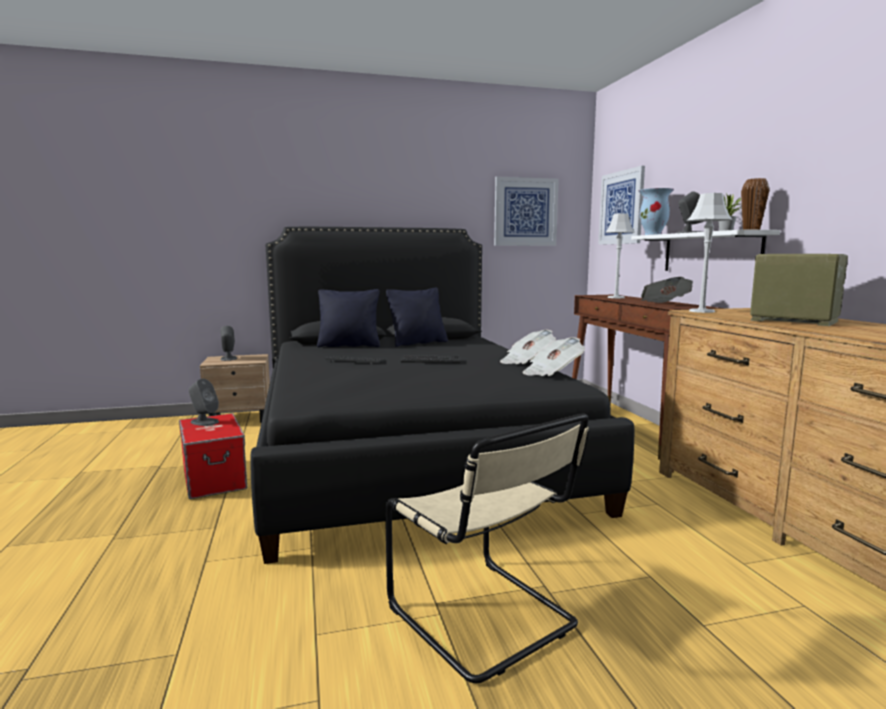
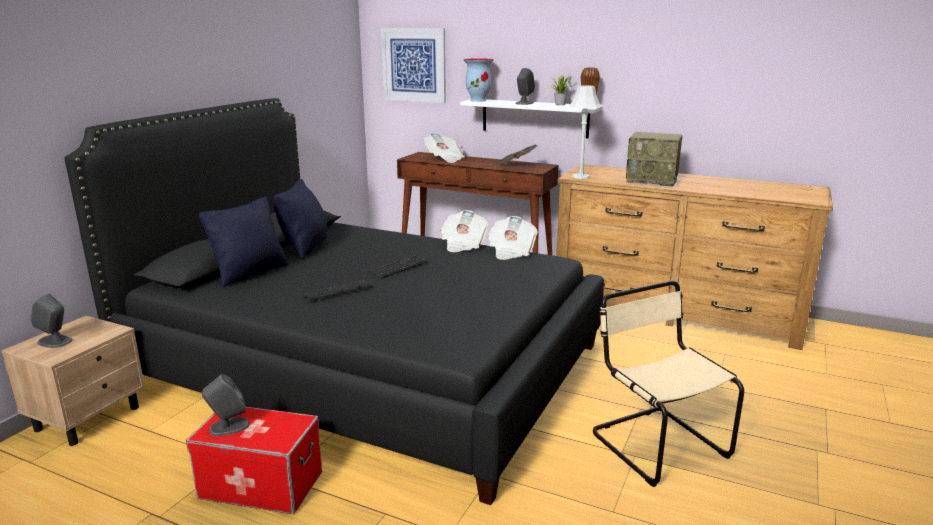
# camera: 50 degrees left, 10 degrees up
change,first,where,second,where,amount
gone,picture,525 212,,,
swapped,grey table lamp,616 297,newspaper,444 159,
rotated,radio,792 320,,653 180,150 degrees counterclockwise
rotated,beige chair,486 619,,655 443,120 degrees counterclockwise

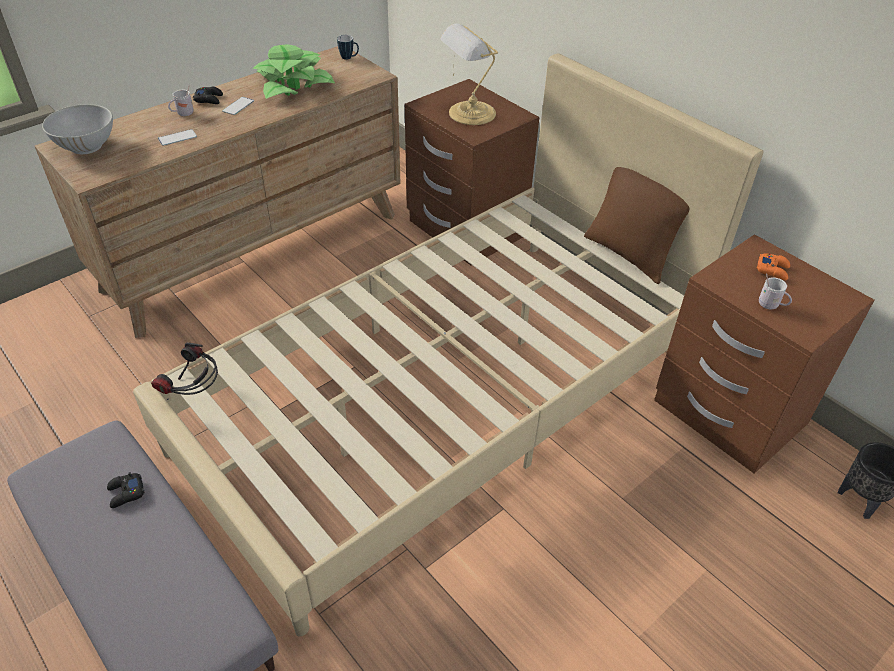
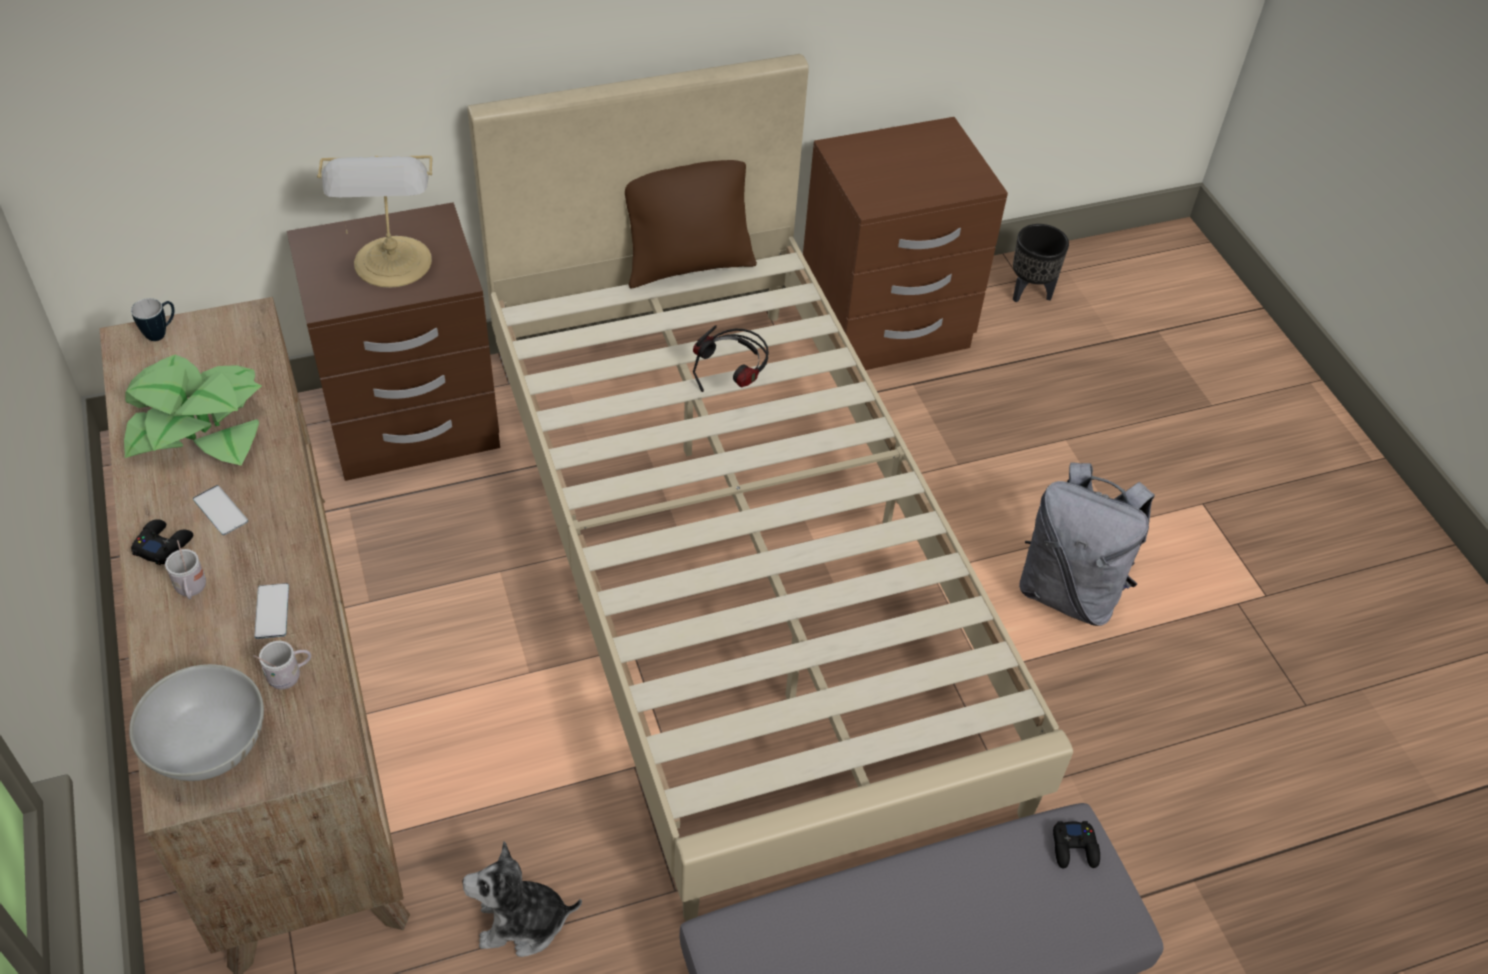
# camera: 70 degrees left, 5 degrees up
change,first,where,second,where,amount
gone,orange game controller,773 270,,,
shifted,white mug,771 306,,289 676,
shifted,headphones,194 394,,733 382,
shifted,black game controller,126 493,,1074 848,
new,,,grey backpack,1070 591,
new,,,plush toy,522 923,

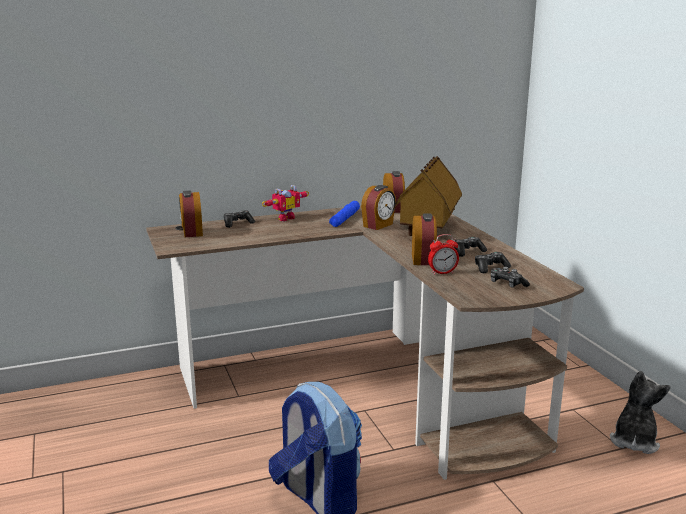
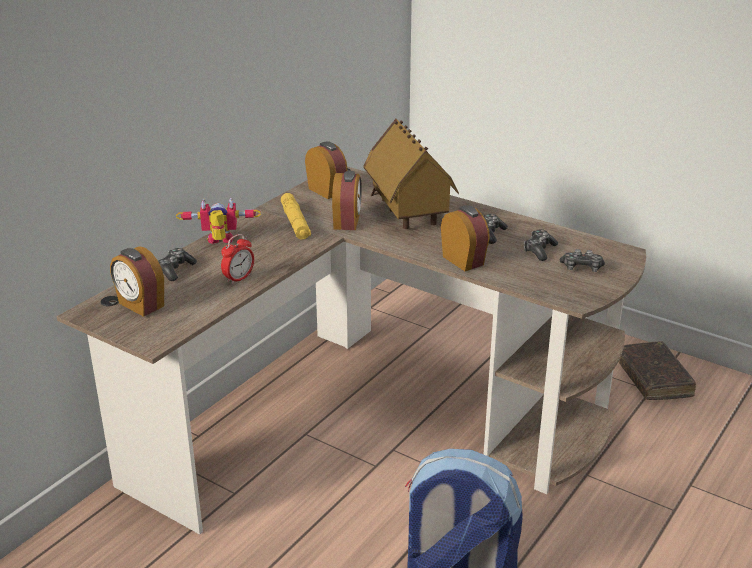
# camera: 35 degrees left, 10 degrees up
change,first,where,second,where,amount
rotated,toy robot,284 218,,220 242,105 degrees counterclockwise
repainted,blue flashlight,345 219,yellow flashlight,295 223,
shifted,alarm clock,442 273,,239 279,
swapped,plush toy,634 441,brown book,652 378,

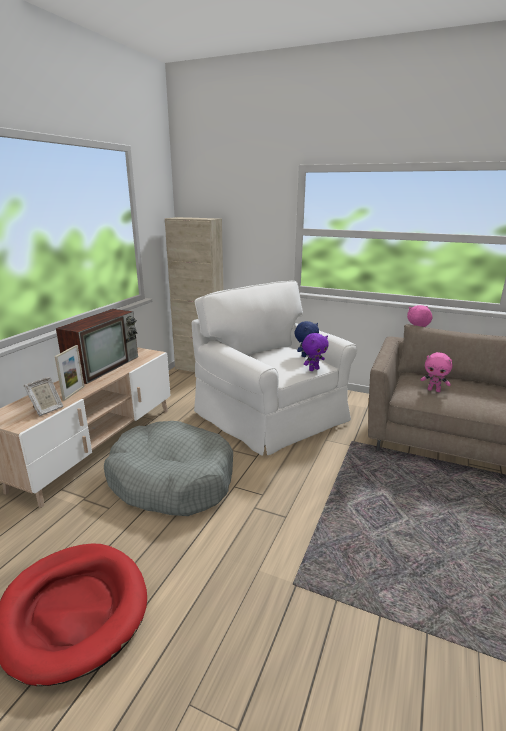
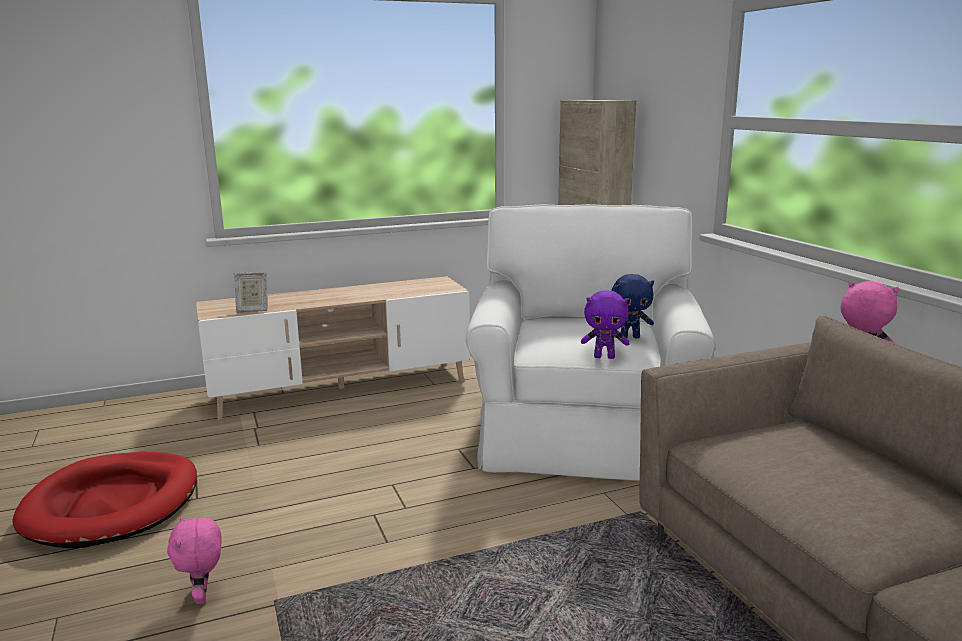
# camera: 45 degrees right, 5 degrees down
change,first,where,second,where,amount
gone,television,104 366,,,
gone,picture frame,74 393,,,
shifted,pink plush toy,434 390,,203 597,
gone,grey dog bed,171 480,,,

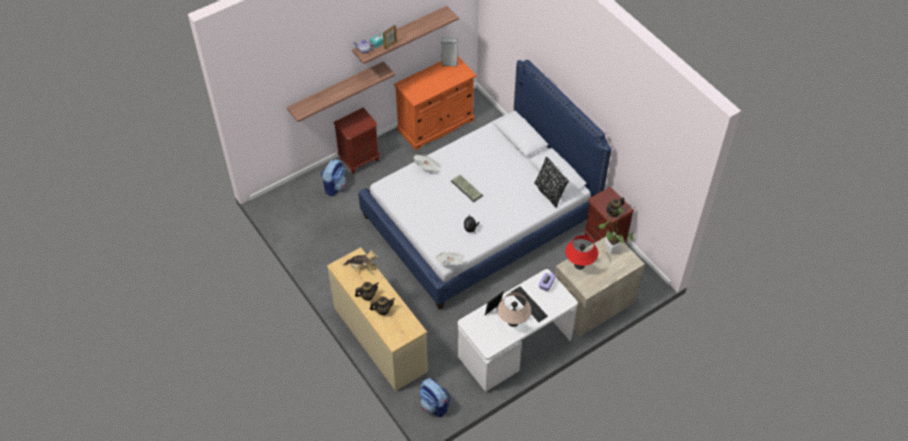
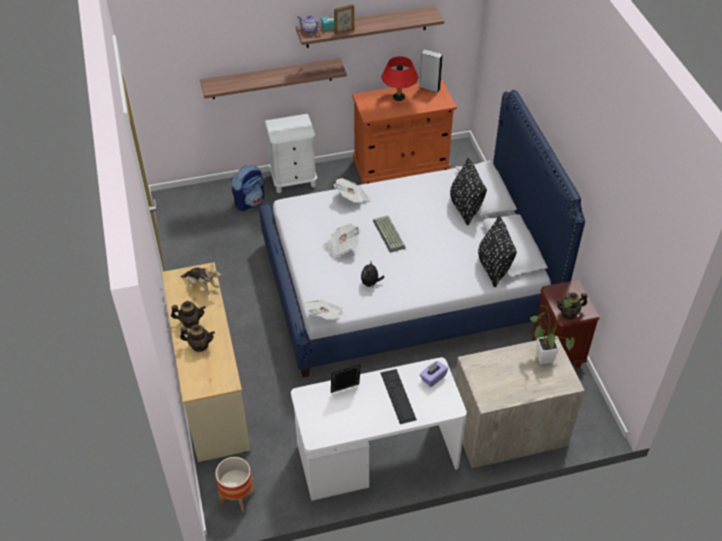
# camera: 20 degrees right, 5 degrees down
change,first,where,second,where,amount
repainted,brown nightstand,360 159,white nightstand,293 180,
shifted,red table lamp,579 265,,398 97,
gone,beige table lamp,513 322,,,
swapped,backpack,434 405,planter,237 497,
new,,,black pillow,465 208,
new,,,newspaper,341 247,

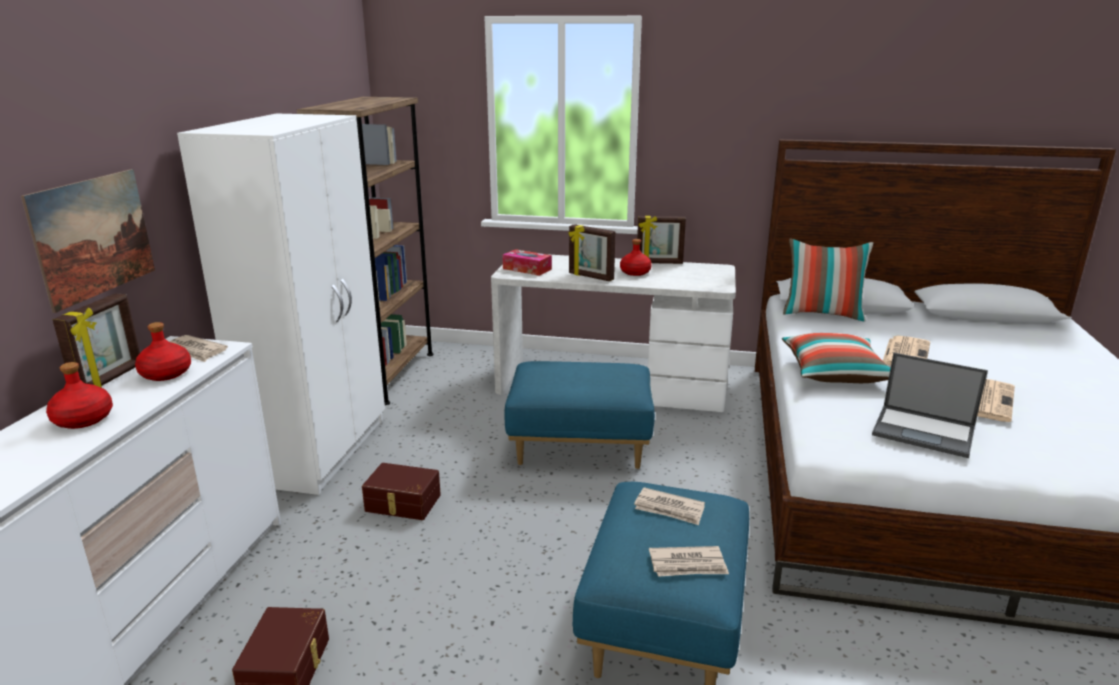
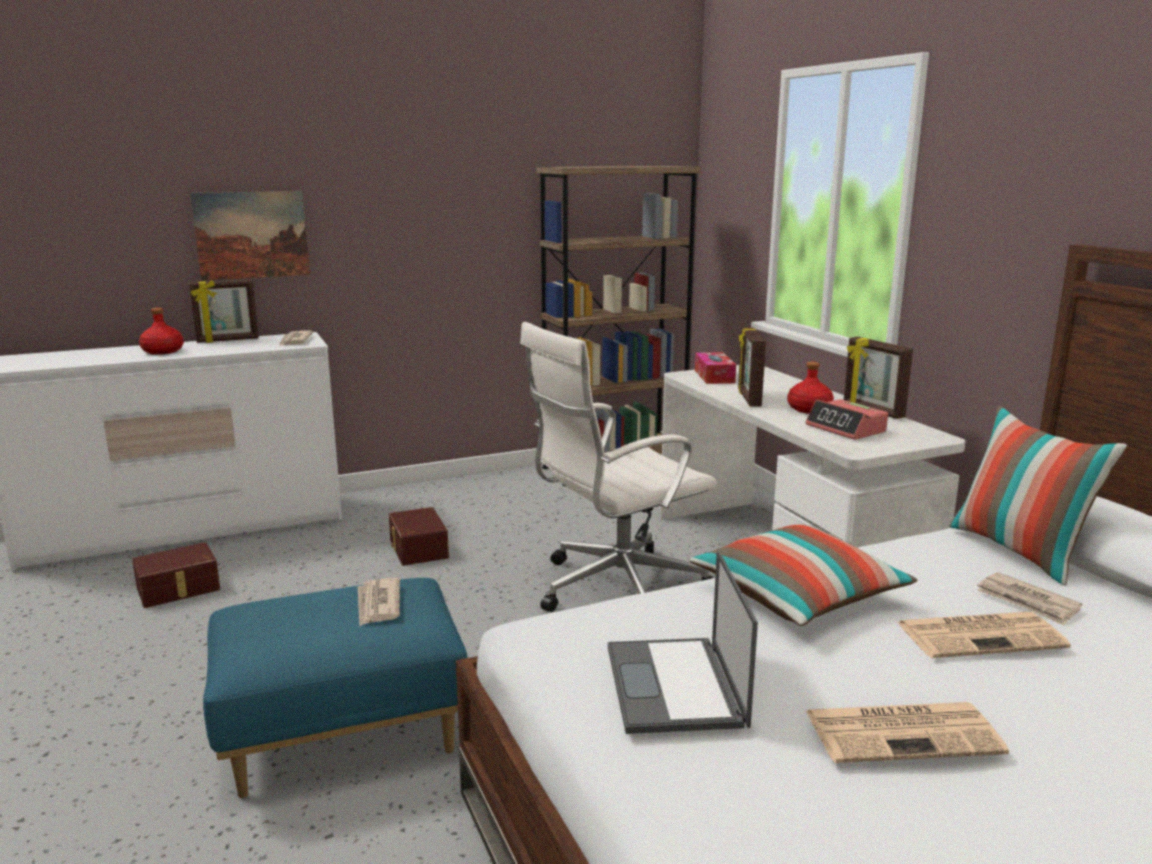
# camera: 55 degrees right, 5 degrees down
change,first,where,second,where,amount
gone,white wardrobe,321 450,,,
gone,red bottle,166 374,,,
swapped,blue ottoman,579 448,white office chair,616 589,
shifted,newspaper,688 565,,1027 602,
new,,,alarm clock,846 429,

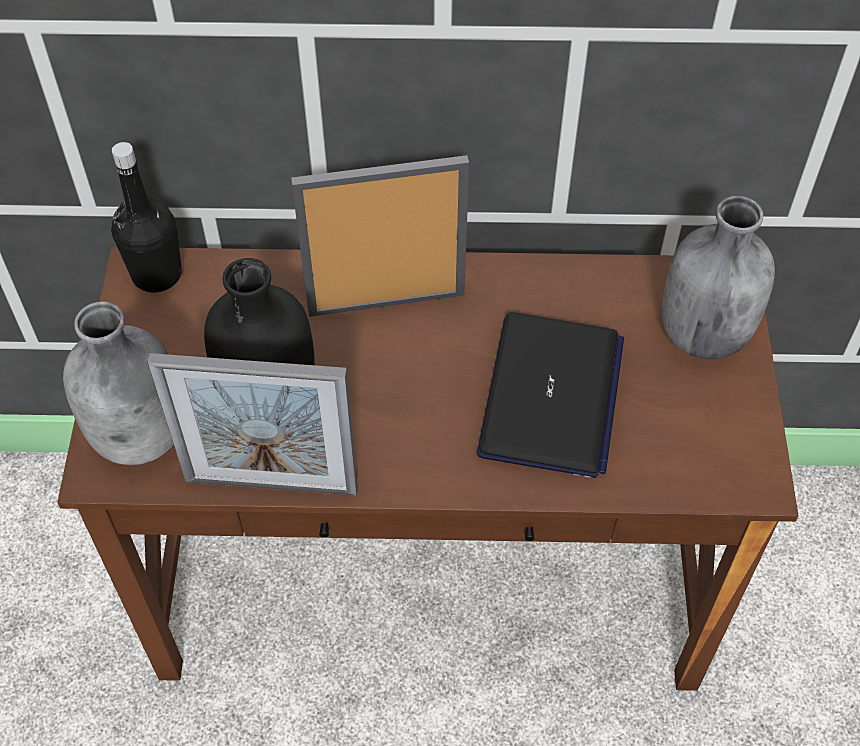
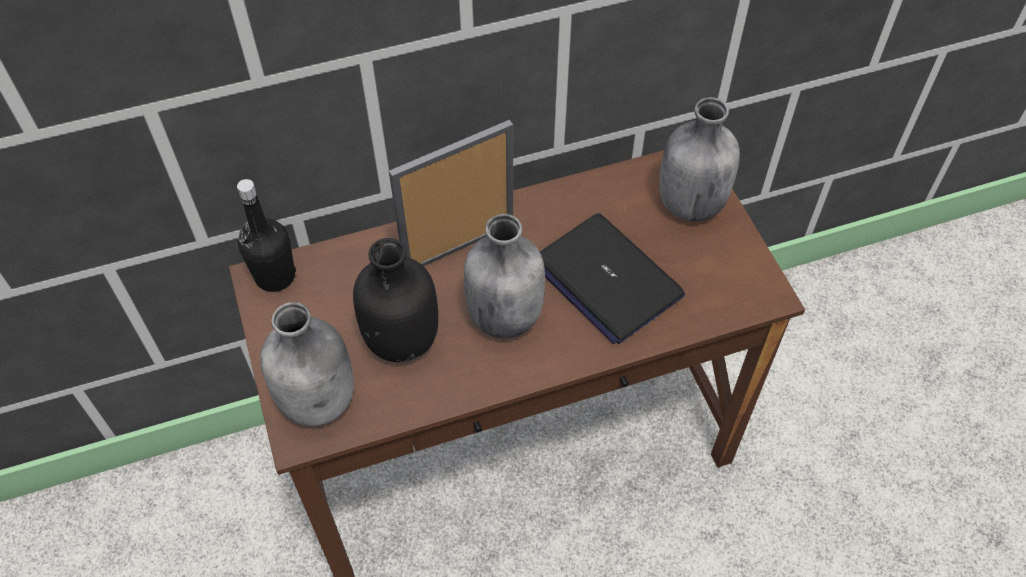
# camera: 20 degrees left, 0 degrees up
change,first,where,second,where,amount
rotated,laptop,551 397,,606 279,150 degrees clockwise
gone,picture frame,271 485,,,
new,,,grey bottle,504 315,

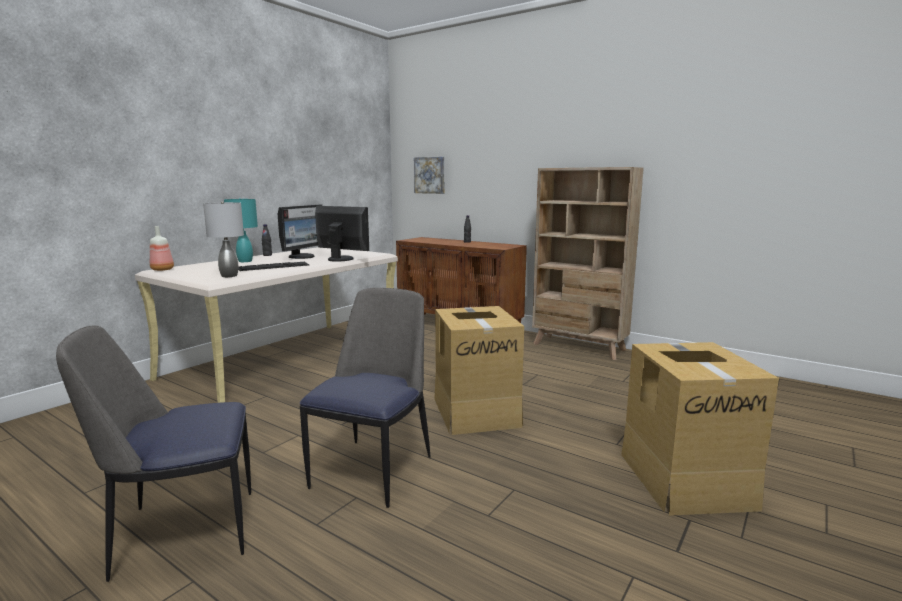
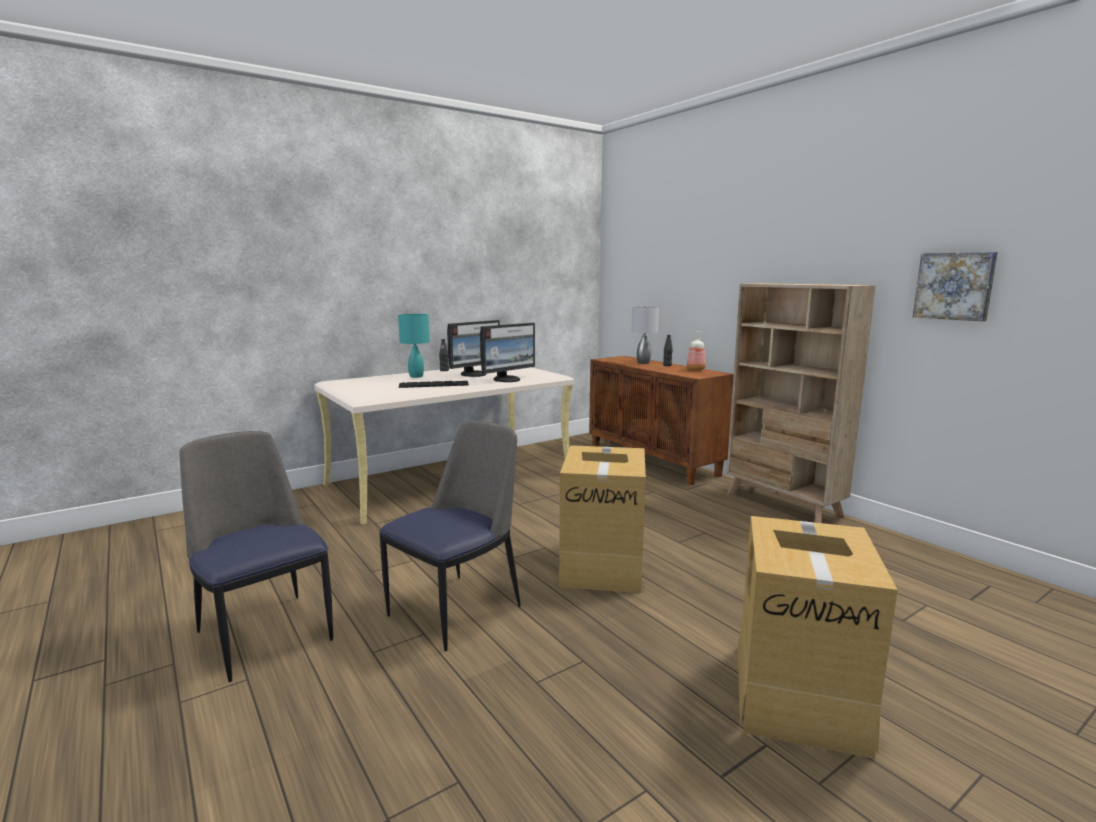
# camera: 20 degrees right, 0 degrees up
change,first,where,second,where,amount
shifted,picture,430 175,,954 286,
shifted,grey table lamp,229 276,,643 363,
rotated,monitor,341 259,,507 380,90 degrees clockwise
shifted,bottle,162 269,,695 369,
rotated,chair,182 532,,264 633,45 degrees clockwise

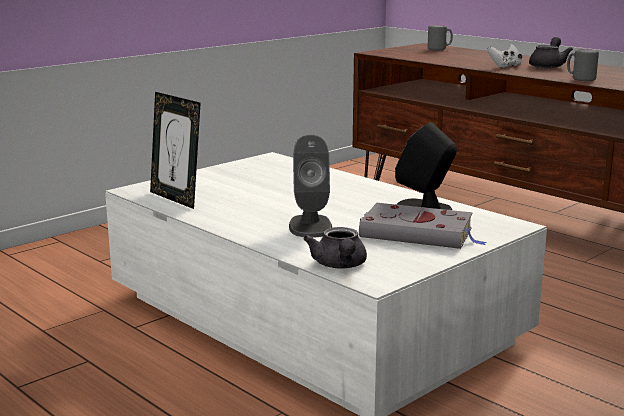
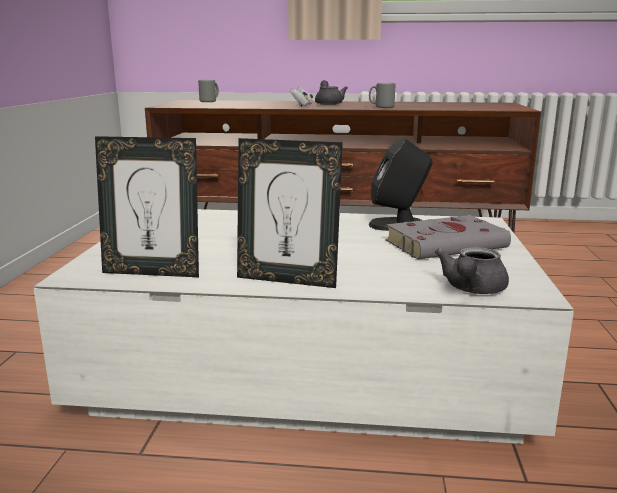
# camera: 40 degrees left, 0 degrees up
change,first,where,second,where,amount
gone,grey speaker,310 226,,,
rotated,grey teapot,339 266,,472 290,75 degrees clockwise
new,,,picture frame,288 279,

